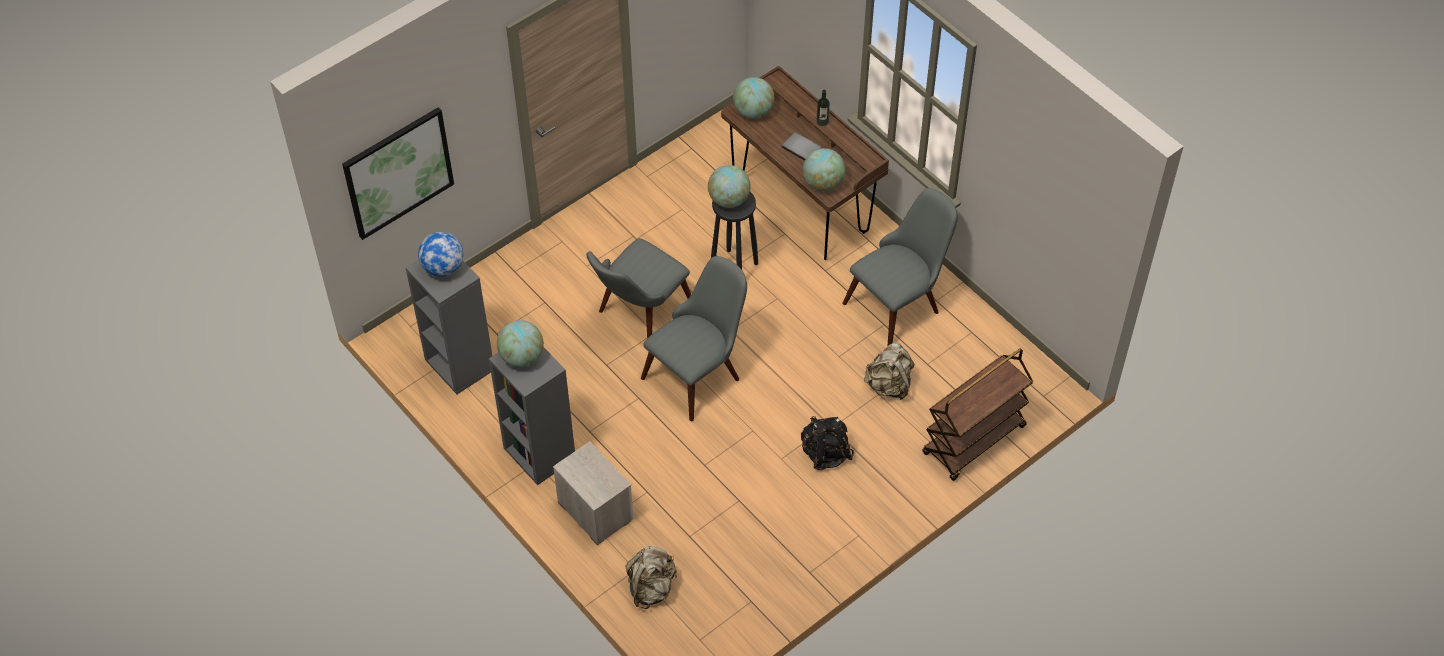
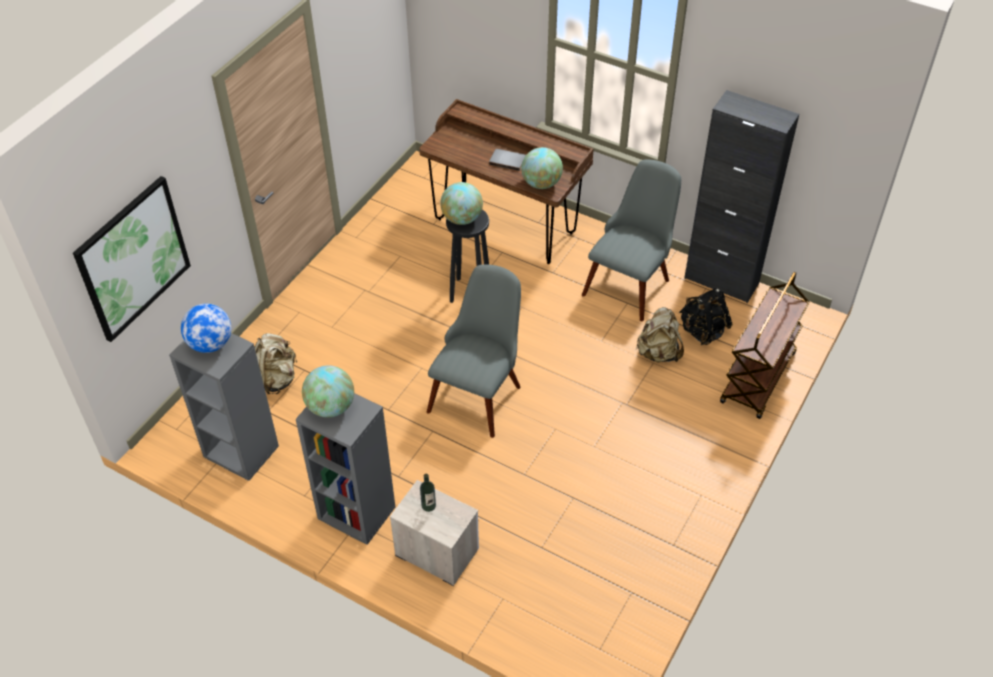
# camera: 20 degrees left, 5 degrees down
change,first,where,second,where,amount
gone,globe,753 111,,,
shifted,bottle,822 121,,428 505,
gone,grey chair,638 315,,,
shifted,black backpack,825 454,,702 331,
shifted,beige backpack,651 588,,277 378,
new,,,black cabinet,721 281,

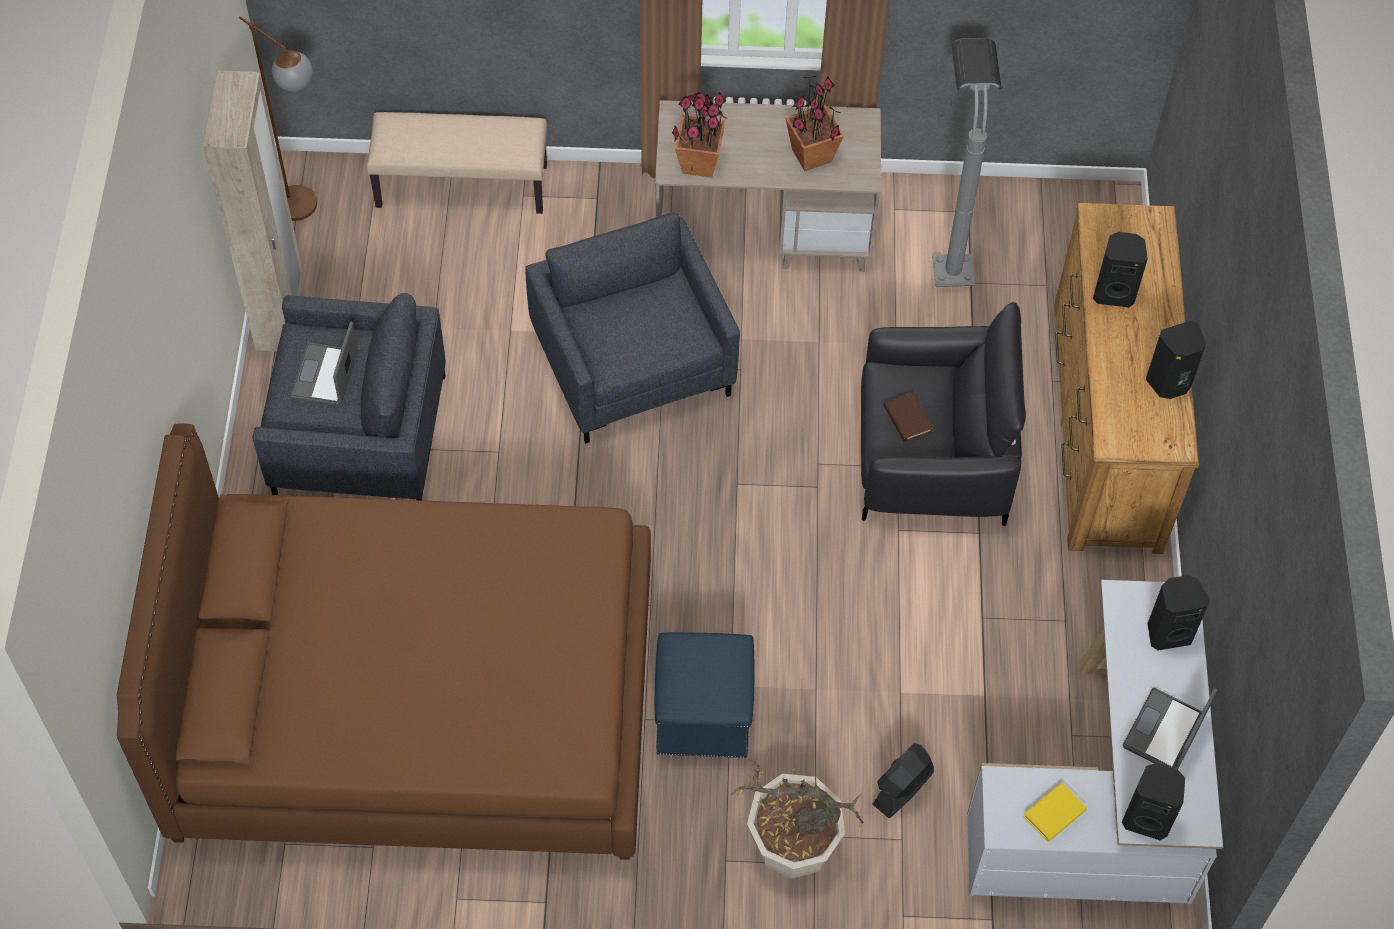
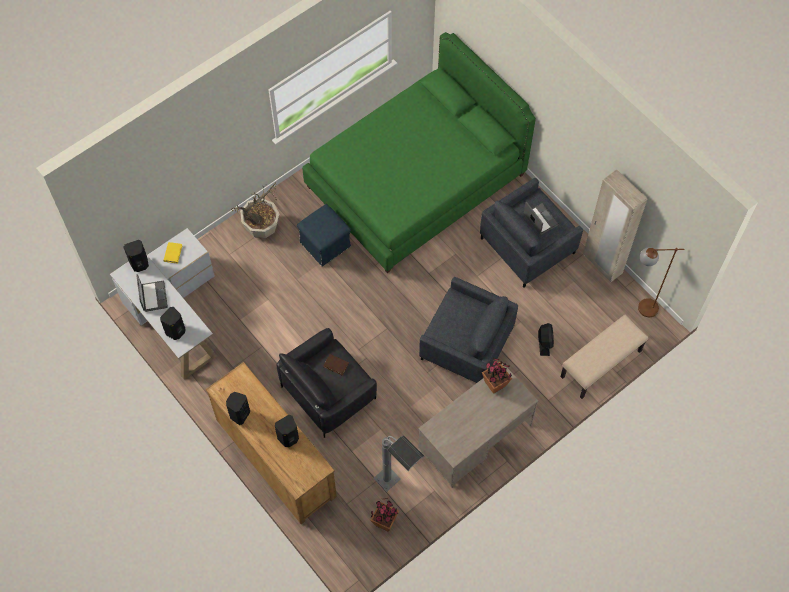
# camera: 140 degrees right, 5 degrees up
change,first,where,second,where,amount
shifted,potted plant,811 156,,385 521,
repainted,brown bed,416 704,green bed,415 180,
shifted,black fan,902 788,,544 342,

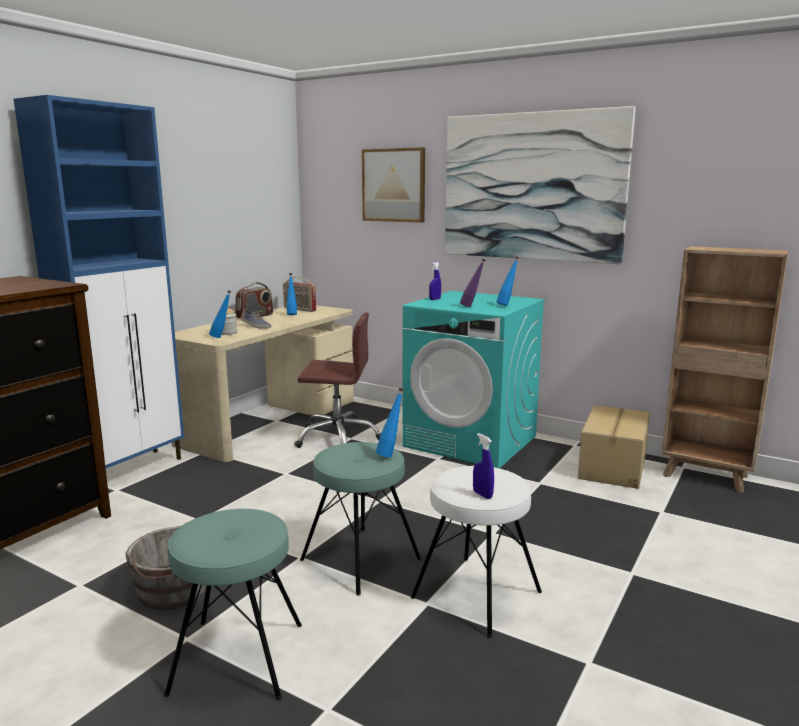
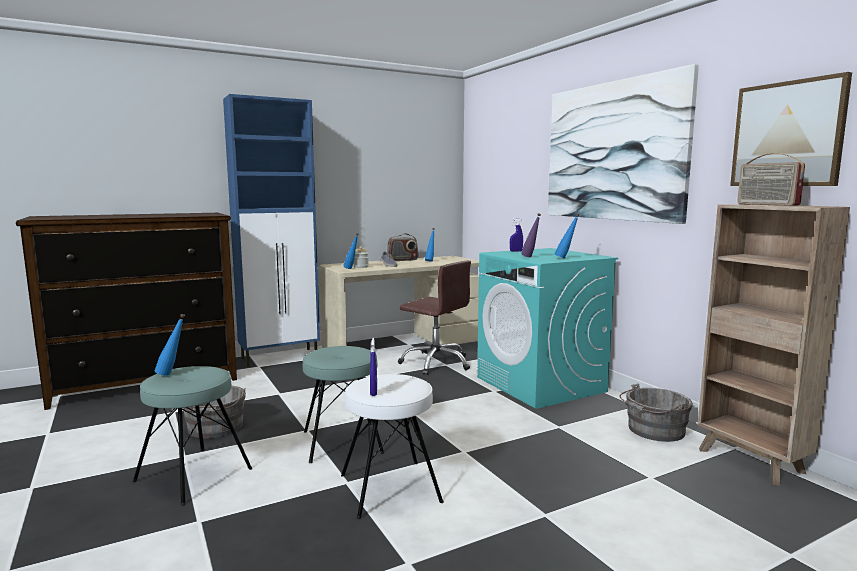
# camera: 30 degrees right, 5 degrees down
change,first,where,second,where,amount
shifted,picture,394 185,,787 134,
shifted,radio,299 309,,766 204,
shifted,blue bottle,390 455,,172 374,
swapped,cardboard box,614 466,grey bucket,653 431,

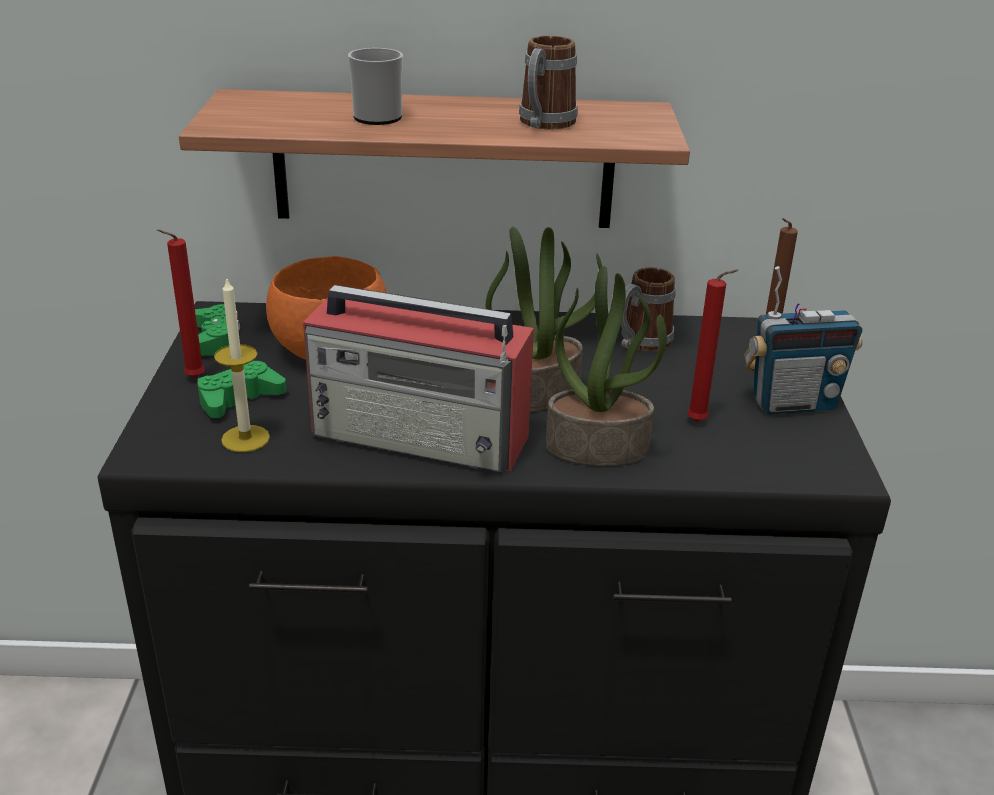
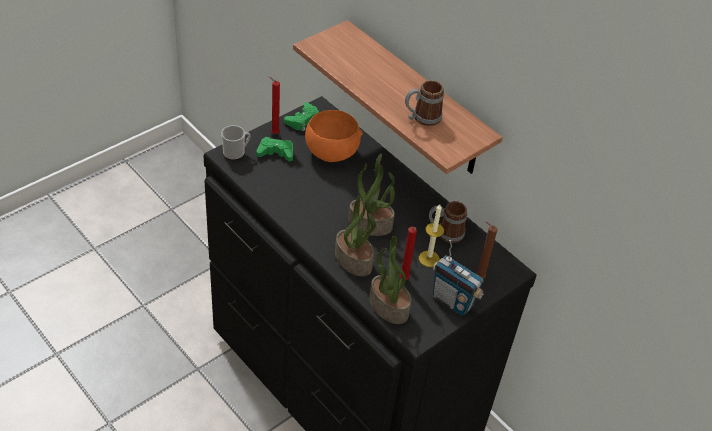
# camera: 45 degrees right, 15 degrees up
change,first,where,second,where,amount
shifted,mug,381 116,,236 153,
shifted,candle,245 438,,429 259,
gone,radio,422 436,,,
new,,,potted plant,387 307,

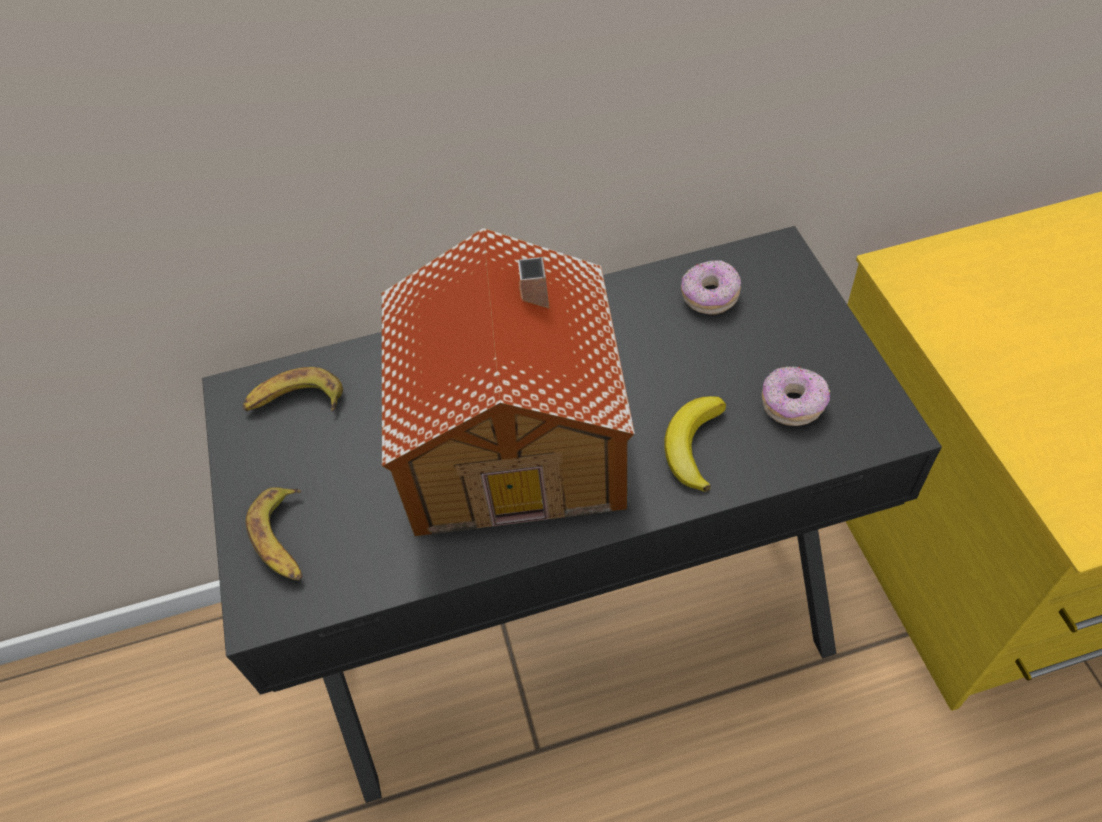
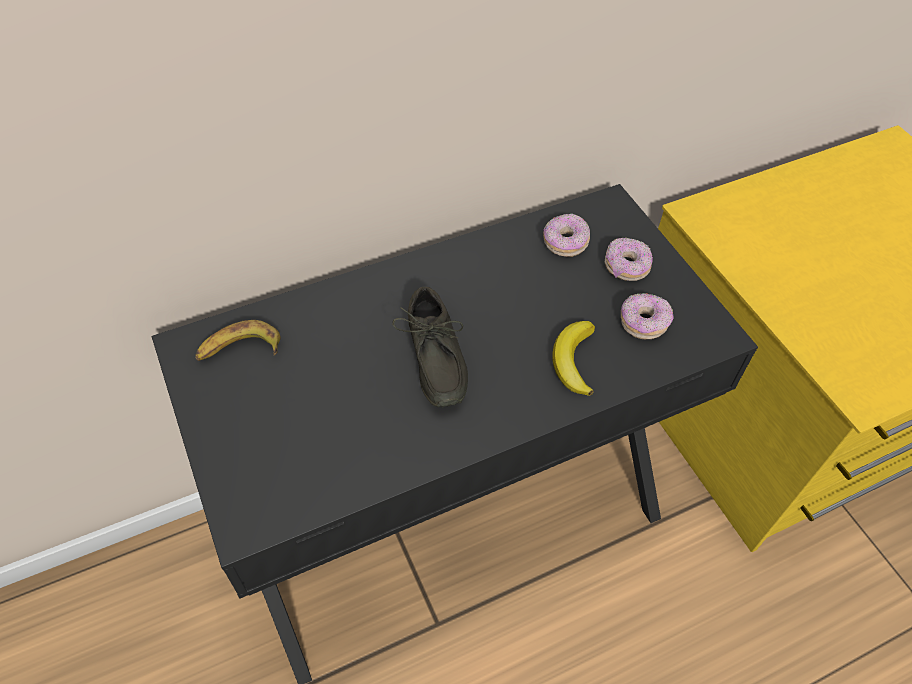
# camera: 15 degrees left, 0 degrees up
change,first,where,second,where,amount
swapped,toy house,516 432,grey shoe,431 361,
gone,banana,284 540,,,
new,,,donut,626 267,

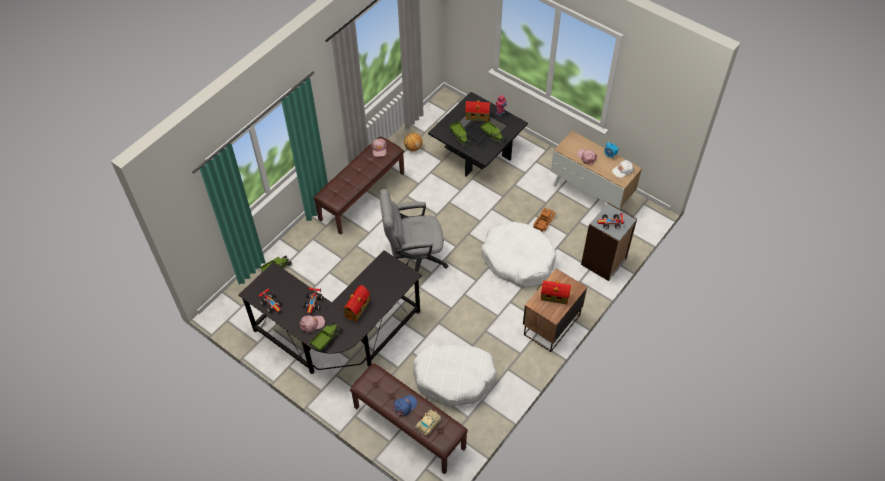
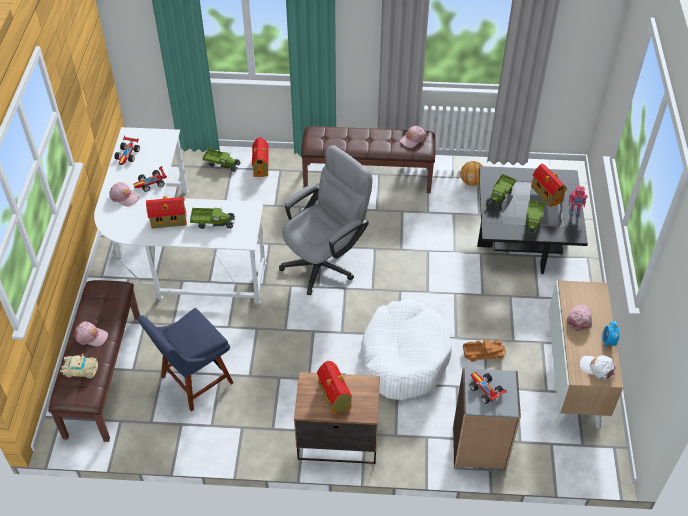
# camera: 55 degrees right, 5 degrees down
change,first,where,second,where,amount
rotated,grey office chair,414 257,,325 261,90 degrees clockwise
repainted,black desk,338 337,white desk,176 255,
shifted,toy truck,326 339,,213 222,
swapped,white dog bed,454 378,blue chair,193 382,
repainted,blue cap,404 406,pink cap,91 336,
new,,,toy house,261 165,

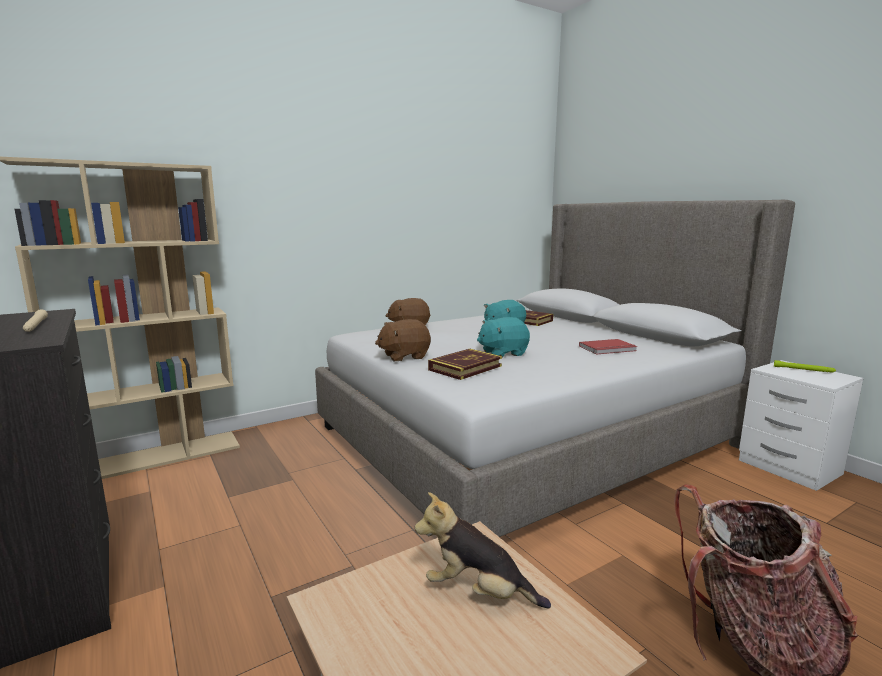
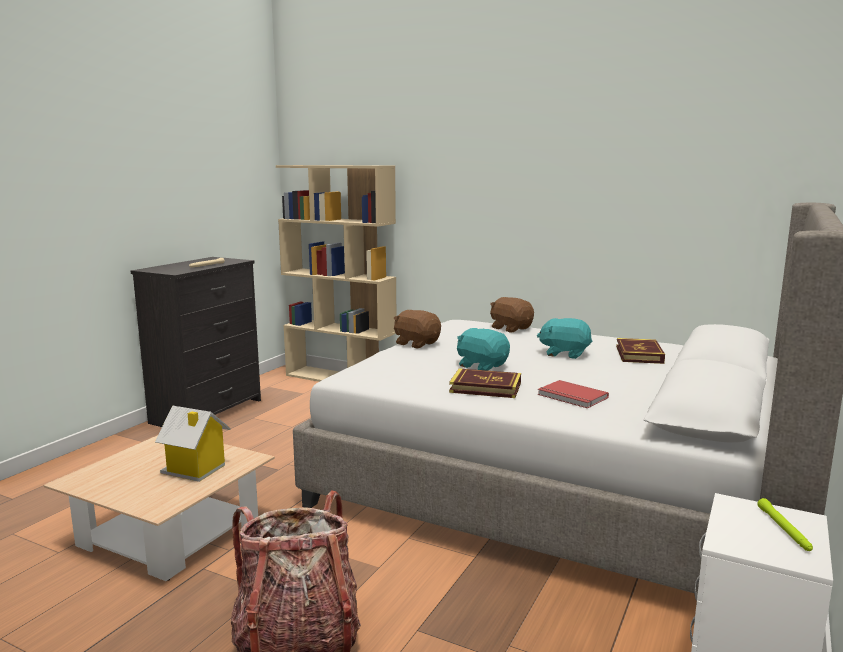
# camera: 60 degrees right, 0 degrees up
change,first,where,second,where,amount
shifted,book,465 368,,485 388,
swapped,plush toy,478 592,toy house,195 470,

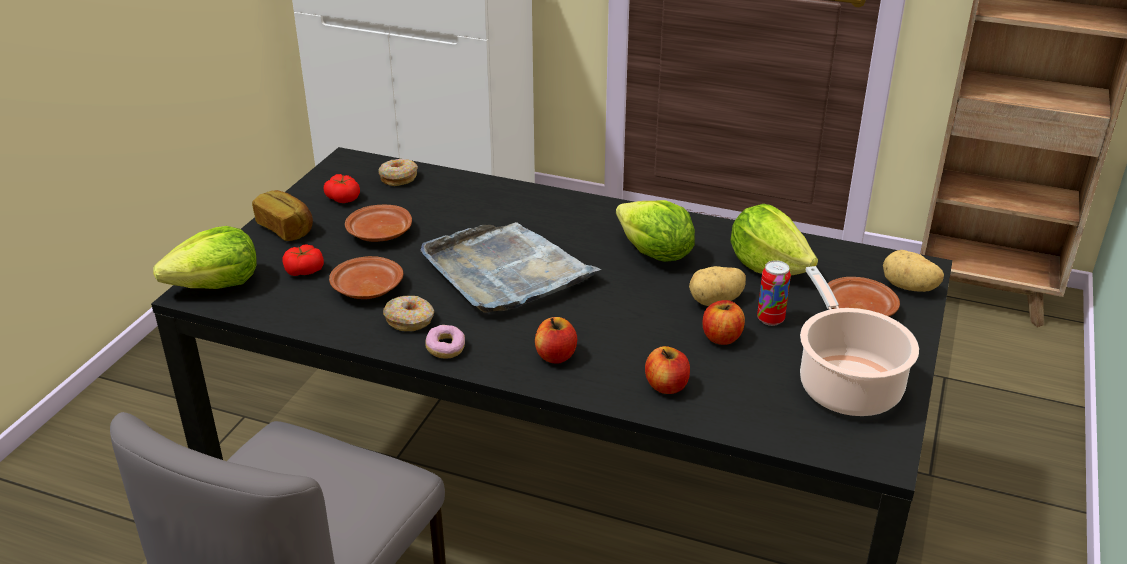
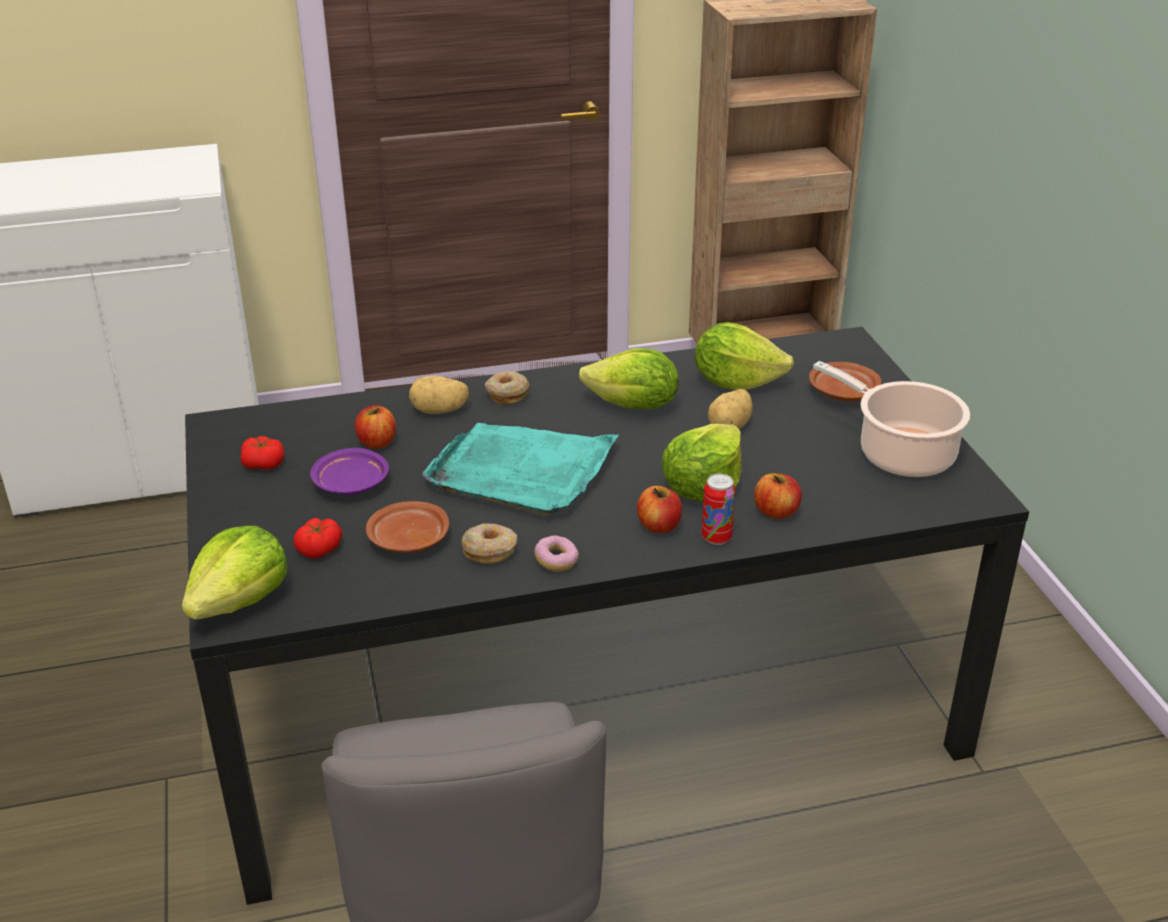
# camera: 35 degrees left, 0 degrees up
change,first,where,second,where,amount
shifted,donut,398 178,,507 394,
gone,bread,286 228,,,
repainted,brown plate,379 234,purple plate,351 484,
repainted,grey tray,505 271,turquoise tray,522 471,
shifted,potato,908 287,,439 411,
shifted,can,770 319,,716 538,
shifted,apple,721 337,,377 442,
new,,,lettuce,703 485,

